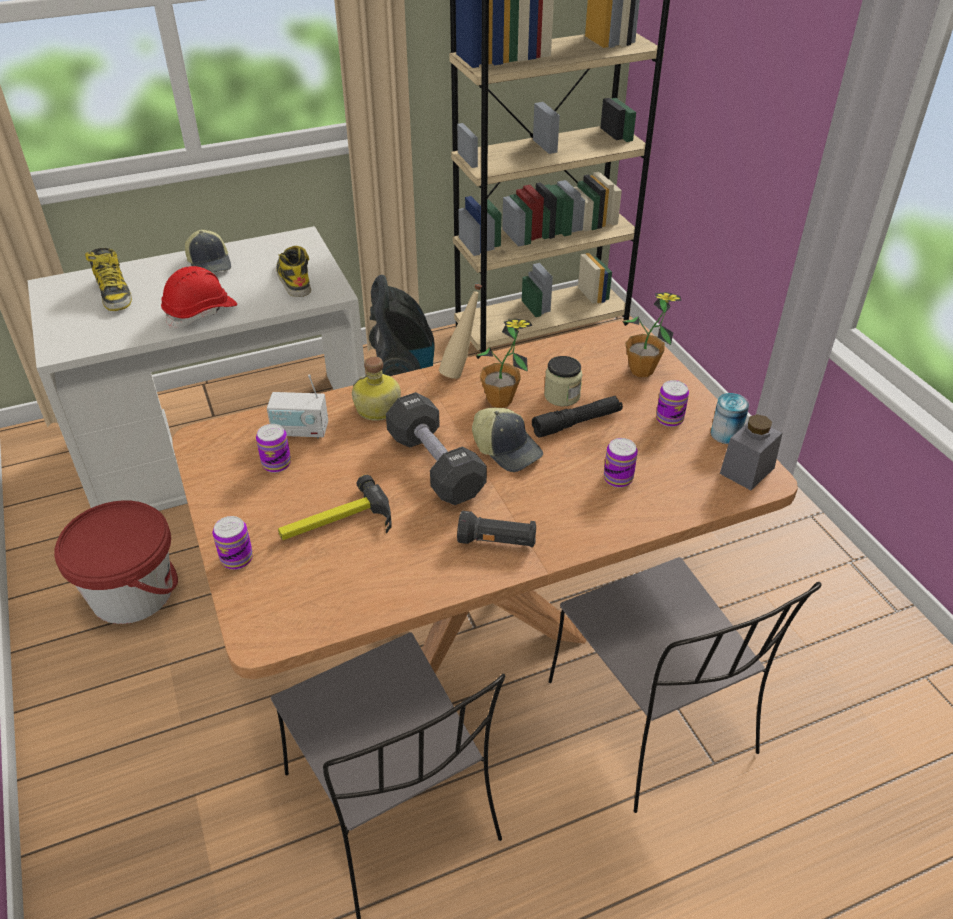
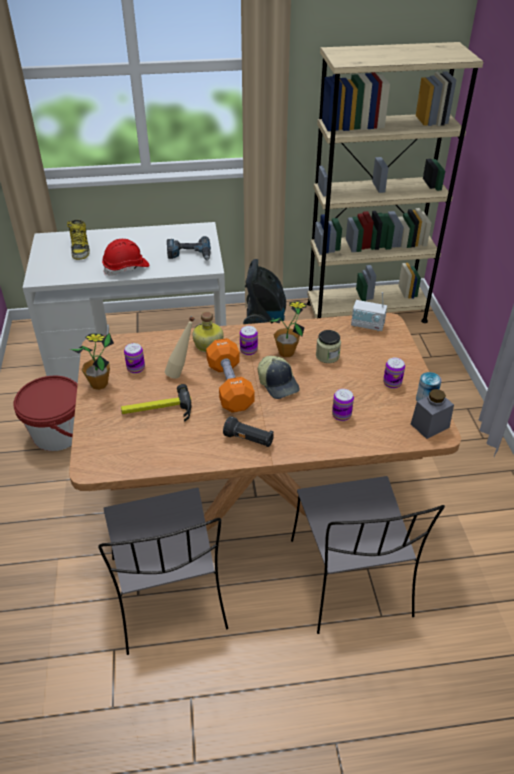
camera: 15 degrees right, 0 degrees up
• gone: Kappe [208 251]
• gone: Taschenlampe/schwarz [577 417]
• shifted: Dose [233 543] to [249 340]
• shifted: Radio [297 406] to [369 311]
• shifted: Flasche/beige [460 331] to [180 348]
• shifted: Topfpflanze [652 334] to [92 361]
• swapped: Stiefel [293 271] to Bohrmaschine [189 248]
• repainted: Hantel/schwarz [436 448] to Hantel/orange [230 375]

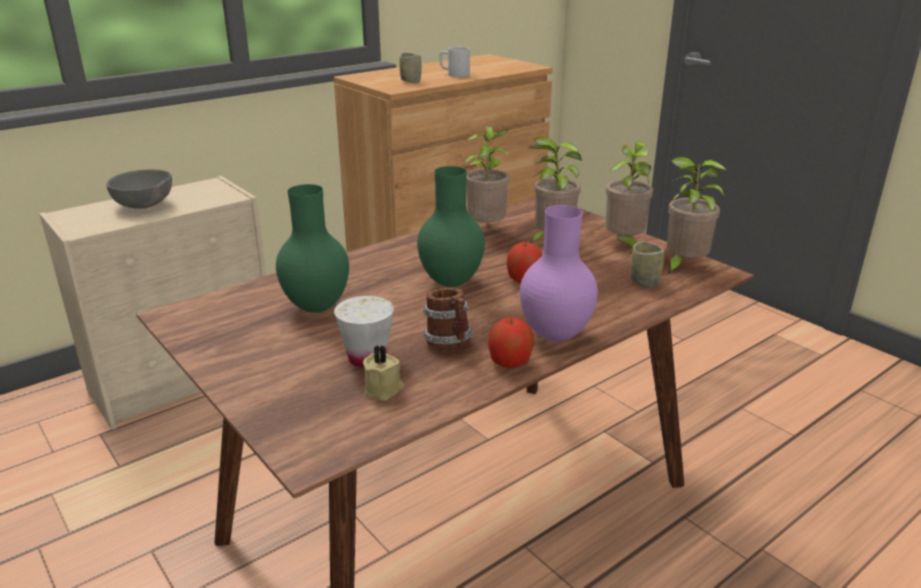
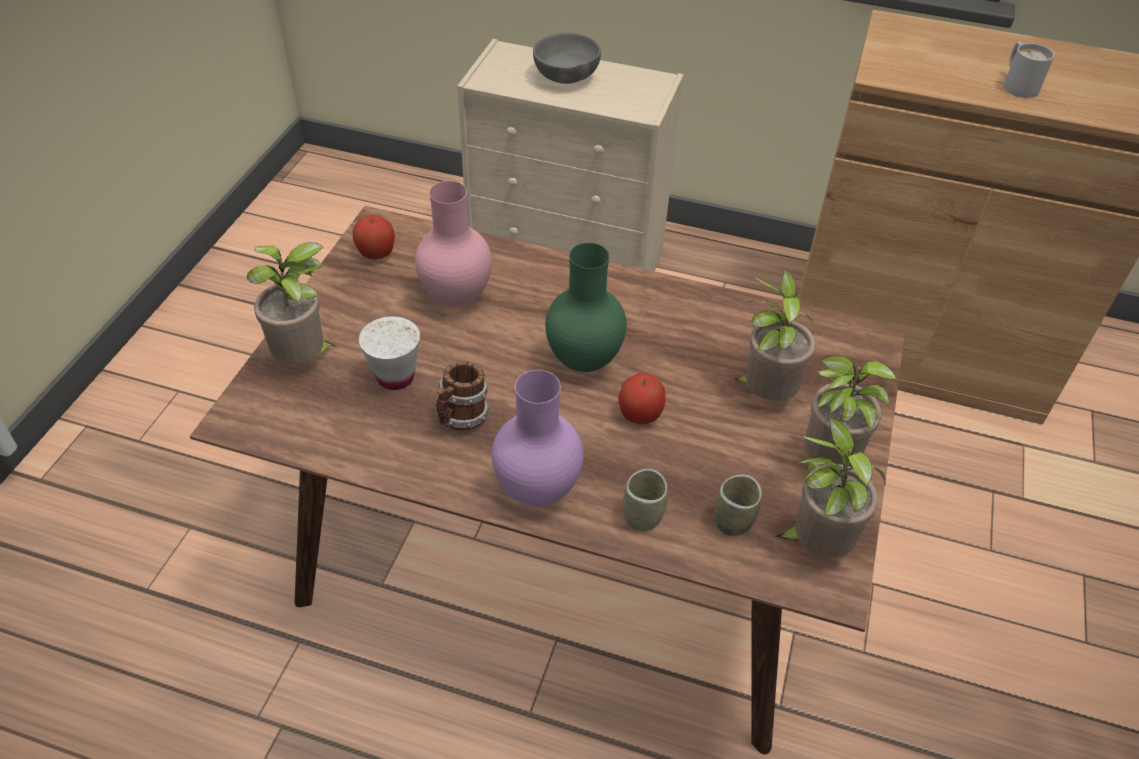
camera: 55 degrees right, 20 degrees up
• gone: Kerze/beige [383 373]
• shifted: Tasse [411 68] to [645 500]
• shifted: Topfpflanze [487 174] to [293 302]
• shifted: Apfel [511 343] to [374 237]
• repainted: Vase/grün [312 248] to Vase/rosa [453 244]

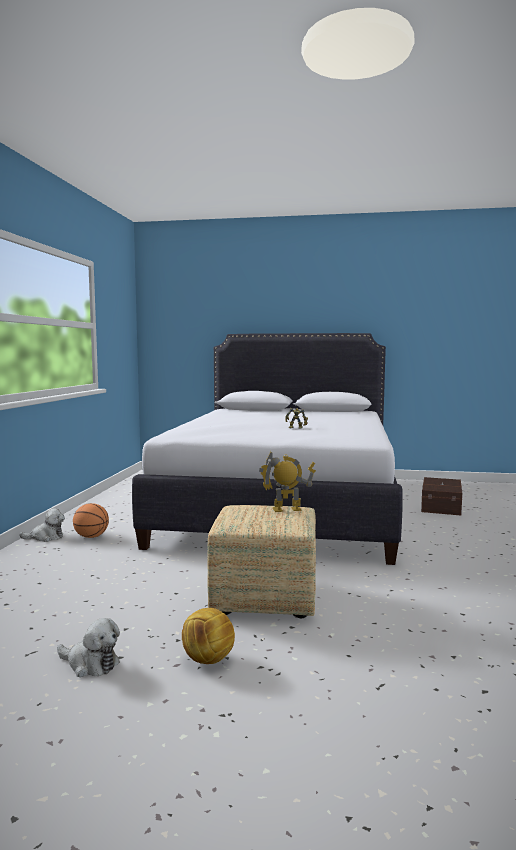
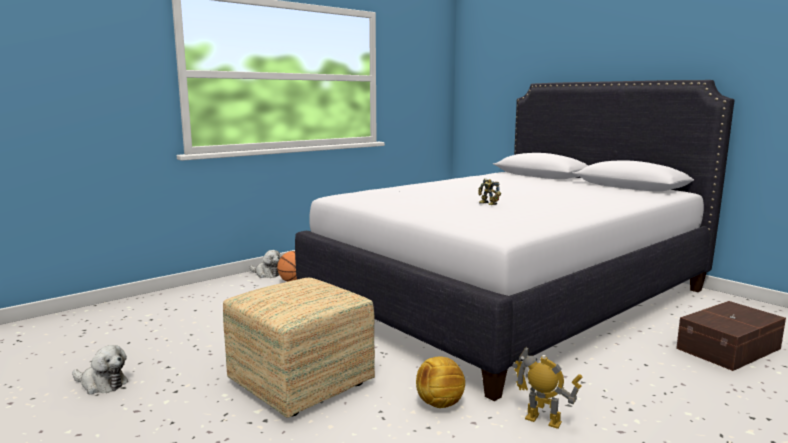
camera: 40 degrees right, 5 degrees up
• shifted: Fußball [208 636] to [440 382]
• shifted: Spielzeugroboter [287 481] to [547 387]
• rotated: Plüschtier [88 647] = [100 369] 45 degrees counterclockwise

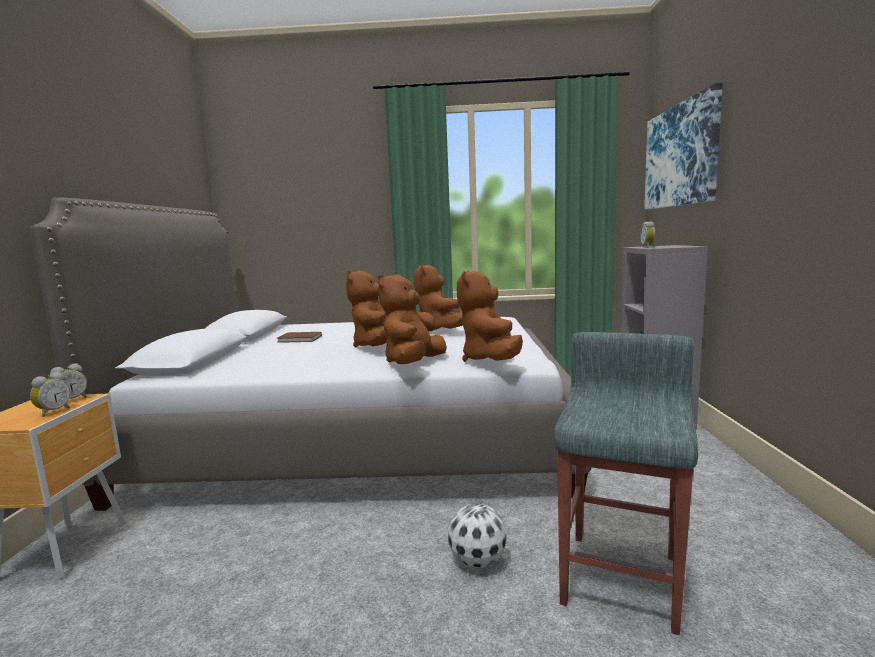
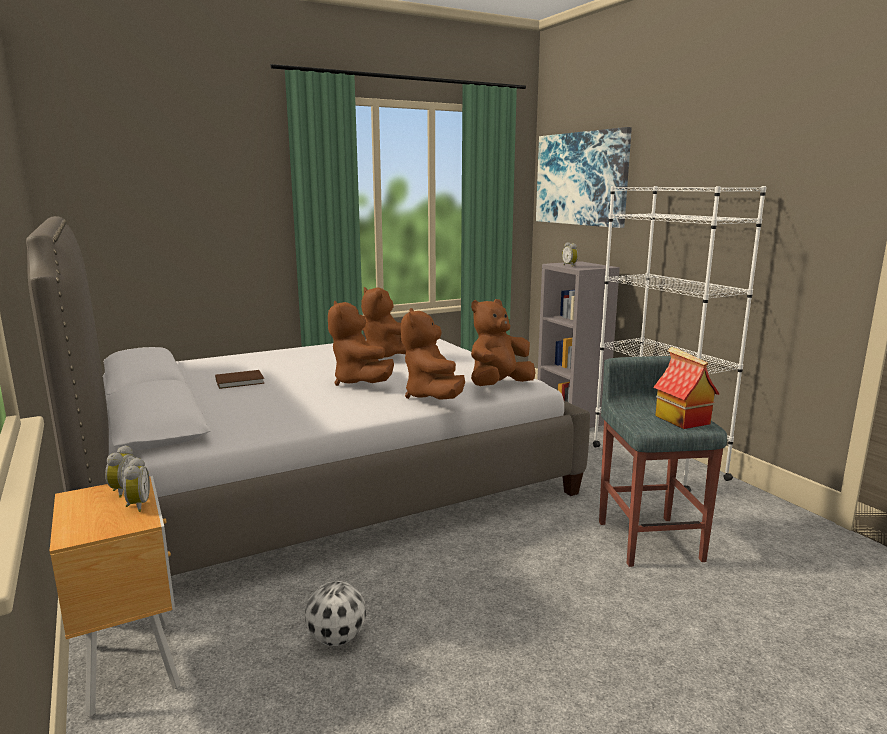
camera: 30 degrees left, 5 degrees up
• new: Bücherregal/weiß [680 339]
• new: Spielzeughaus [686 388]
• shifted: Fußball [477 536] to [335 613]
• rotated: Plüschtier/braun [490 316] = [503 342] 75 degrees clockwise

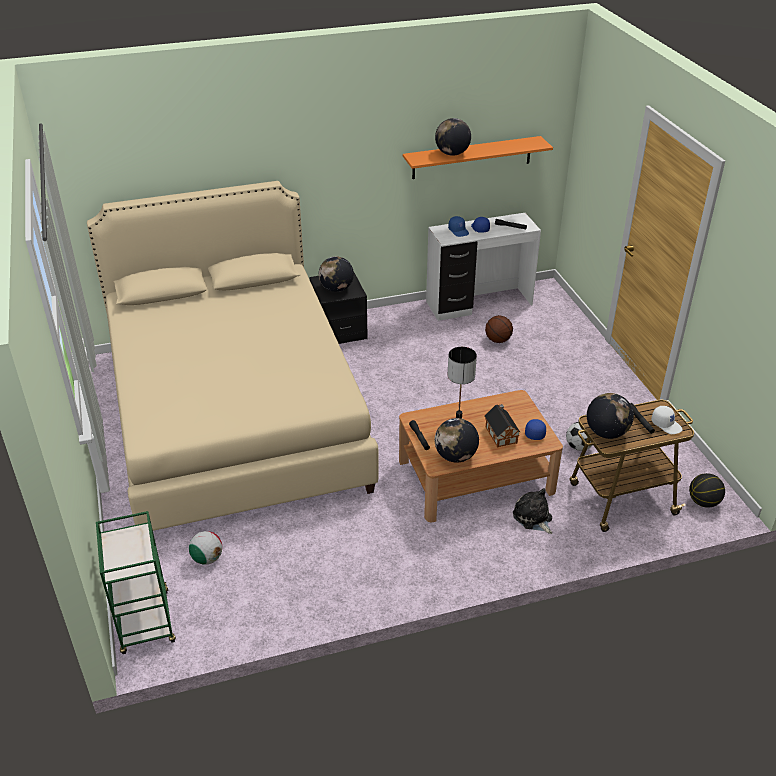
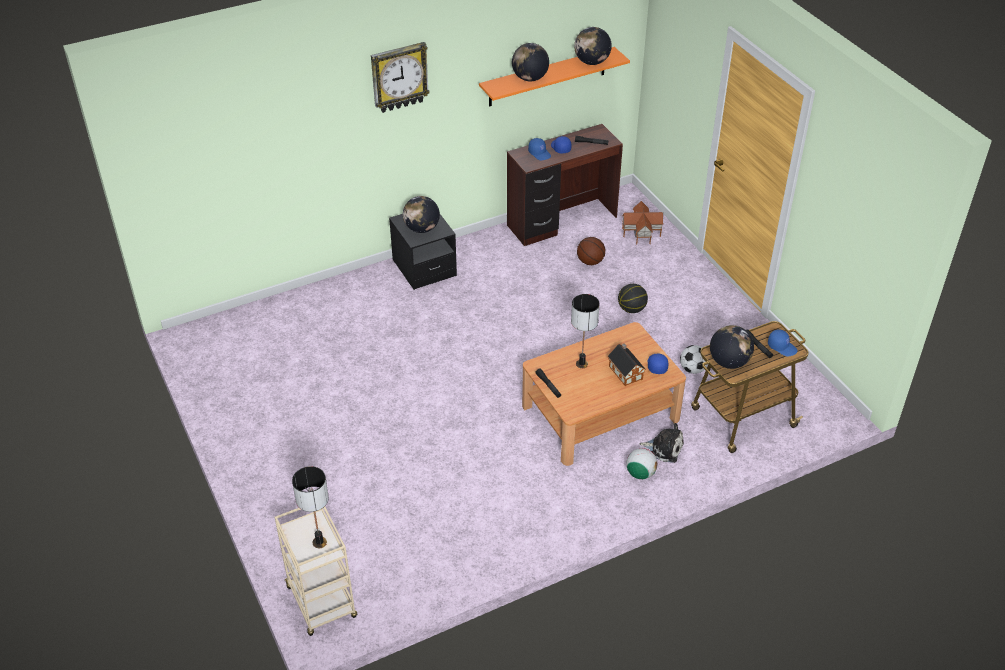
camera: 10 degrees left, 5 degrees up
• gone: Bett/beige [233 356]
• new: Tischlampe [310 507]
• new: Wanduhr [400 77]
• new: Spielzeughaus [643 222]
• shifted: Fußball [205 548] to [641 463]
• shifted: Globus [457 440] to [593 46]
• shifted: Basketball [707 490] to [633 298]
• repainted: Rollwagen/grün [136 582] to Rollwagen/beige [315 571]
• repainted: Schreibtisch/weiß [483 267] to Schreibtisch/braun [565 185]
• repainted: Kappe/weiß [667 420] to Kappe/blau [783 343]
• rotated: Plüschtier [532 511] = [661 443] 150 degrees clockwise

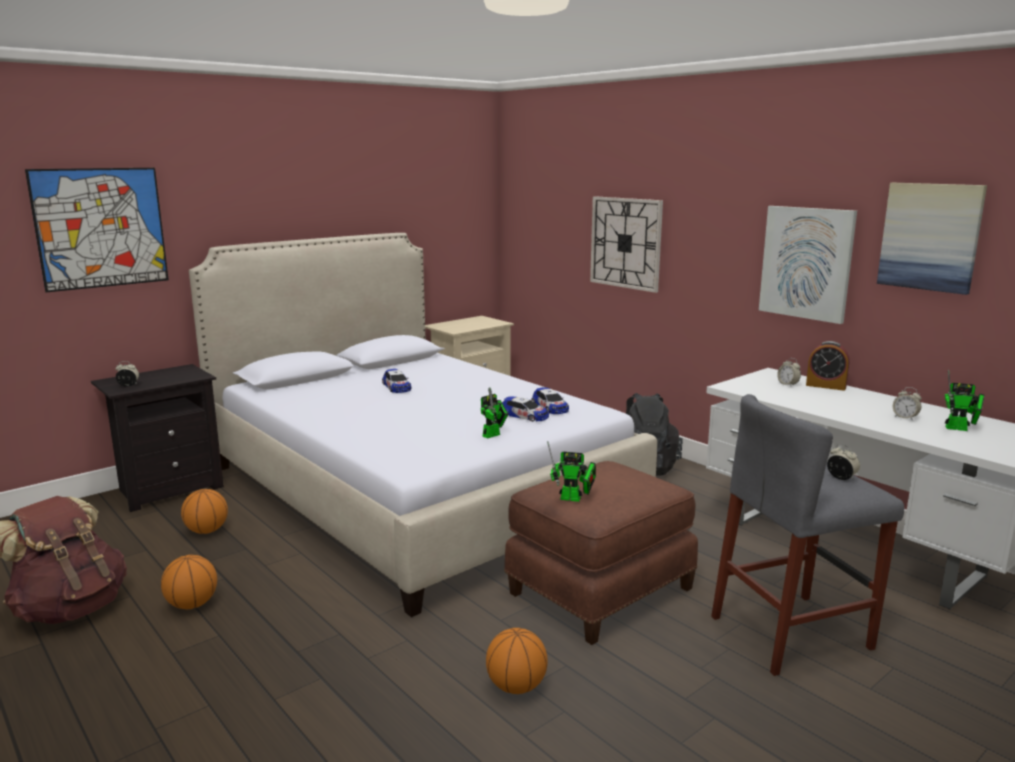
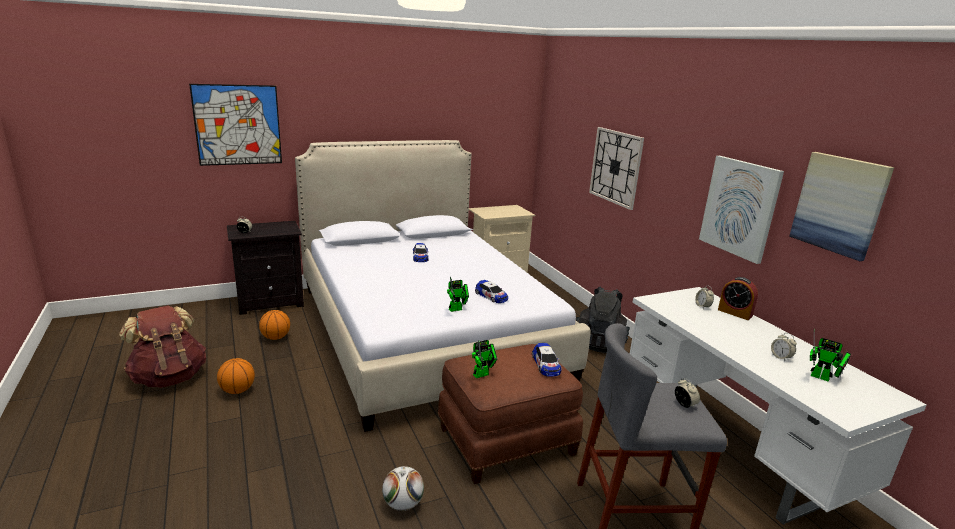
camera: 15 degrees right, 5 degrees up
• shifted: Spielzeugauto [550 400] to [547 359]
• swapped: Basketball [517 661] to Fußball [403 488]
• rotated: Spielzeugroboter [571 471] = [484 359] 60 degrees counterclockwise

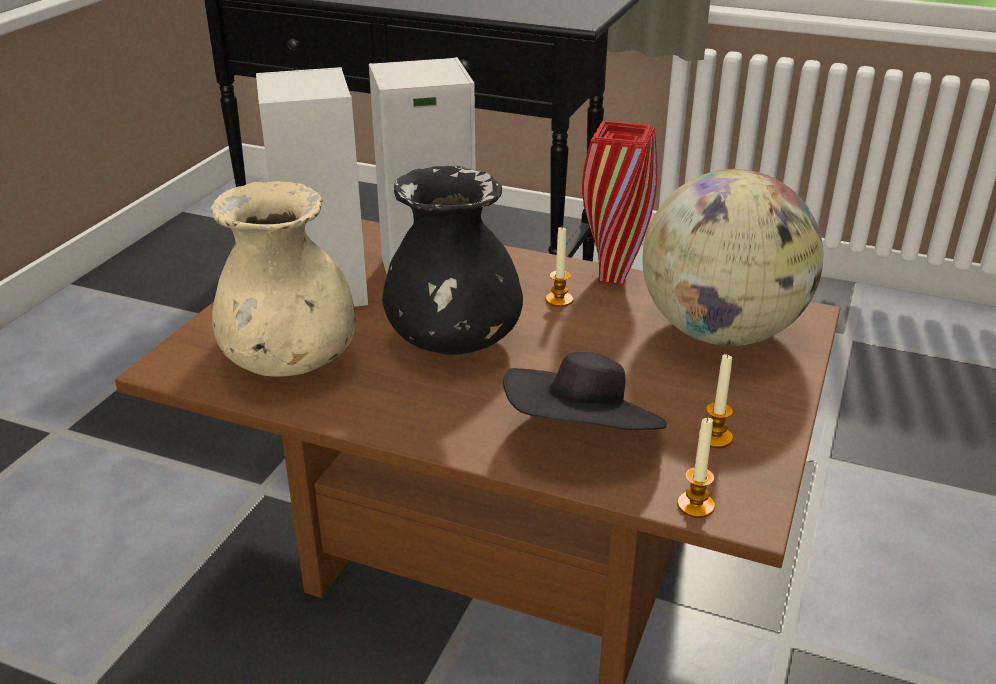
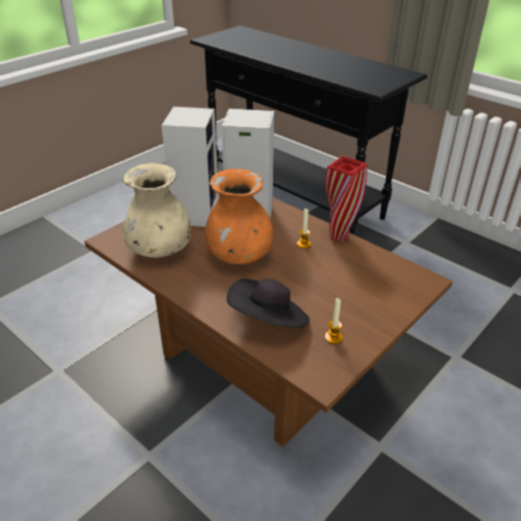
camera: 20 degrees right, 5 degrees up
• gone: Globus [733 257]
• gone: Kerze [696 467]
• repainted: Vase/schwarz [452 260] to Vase/orange [239 216]

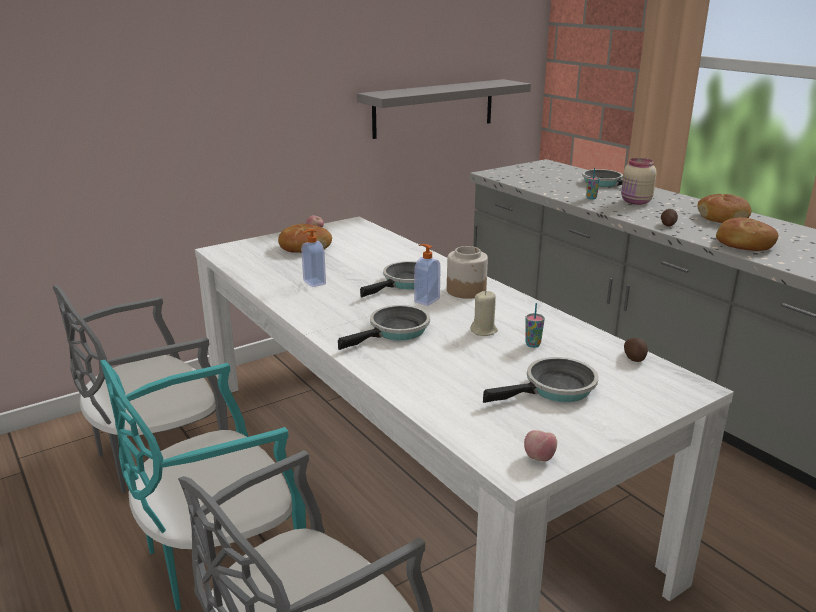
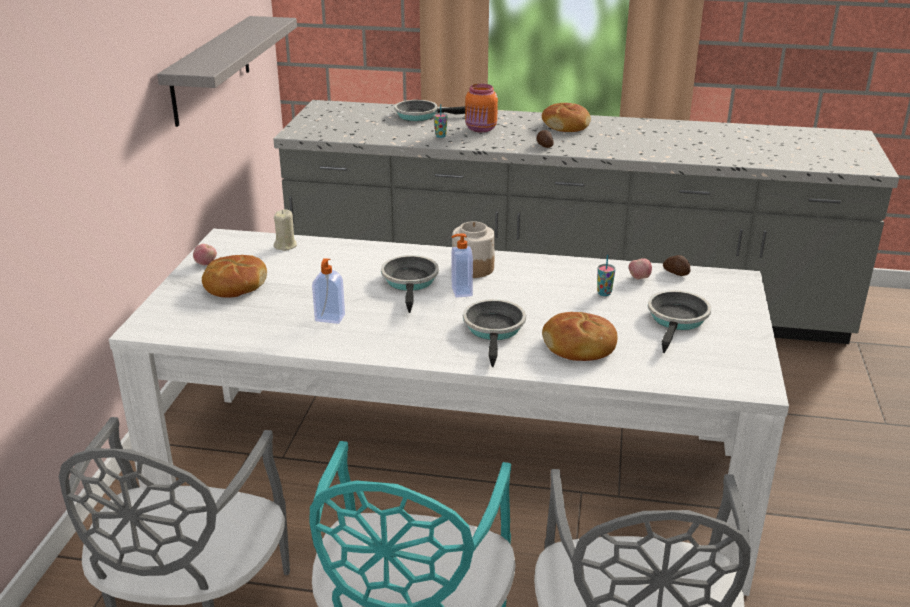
camera: 45 degrees left, 5 degrees up
• shifted: Kerze/beige [484 313] to [285 230]
• shifted: Apfel [540 445] to [640 268]
• shifted: Brot [747 234] to [579 336]
• repainted: Vorratsglas/beige [639 181] to Vorratsglas/orange [481 108]

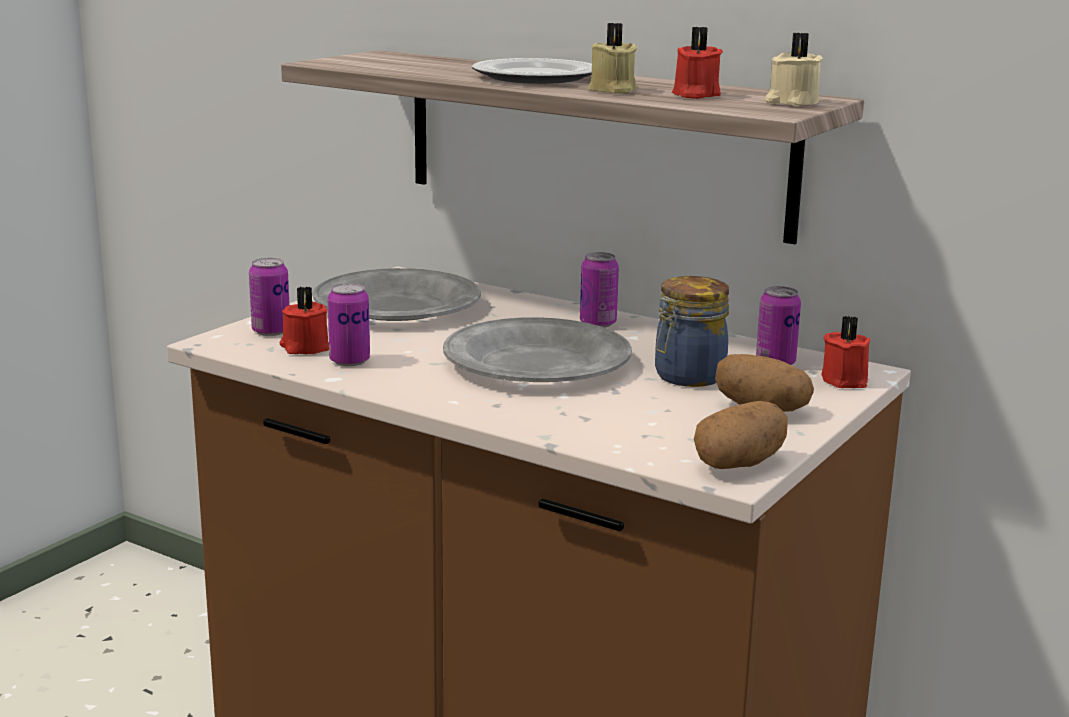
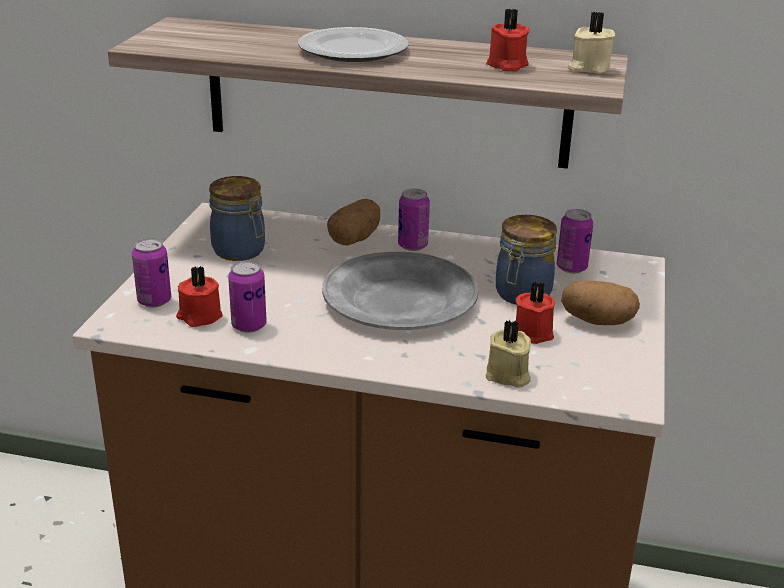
camera: 20 degrees left, 10 degrees up
• shifted: Kerze/beige [613 58] to [508 354]
• shifted: Kartoffel [741 435] to [353 222]
• shifted: Kerze/rot [846 351] to [535 313]
• swapped: Teller/grau [397 294] to Vorratsglas [237 218]

